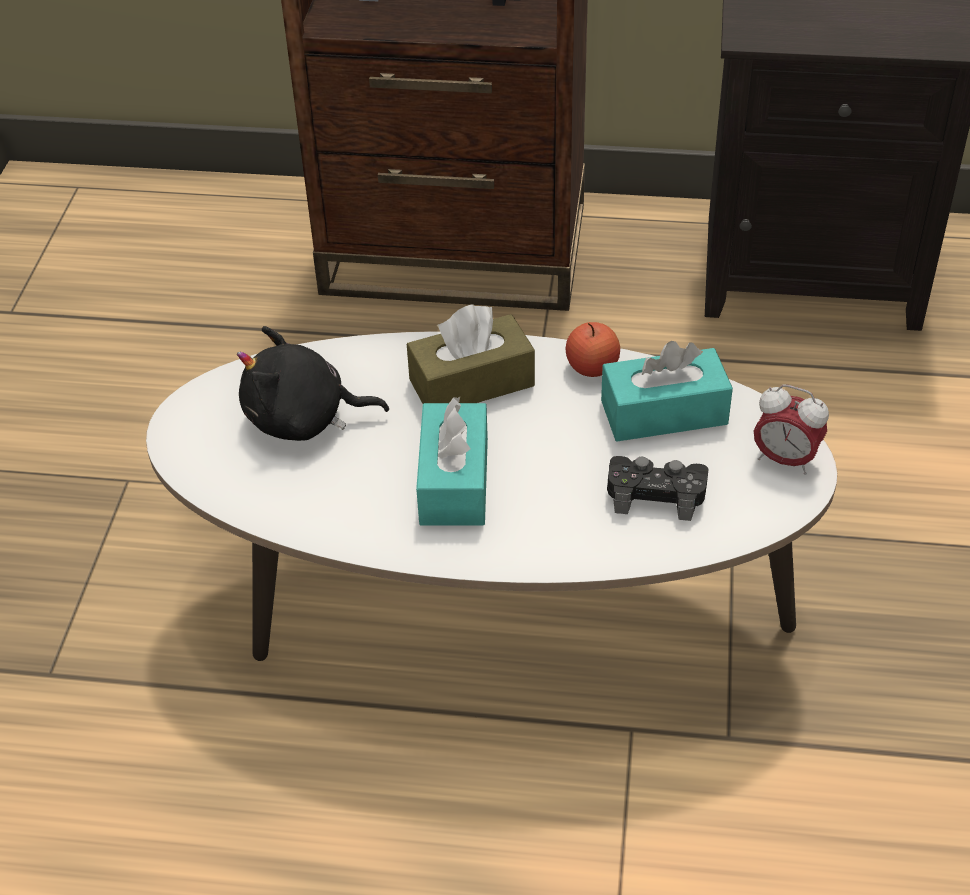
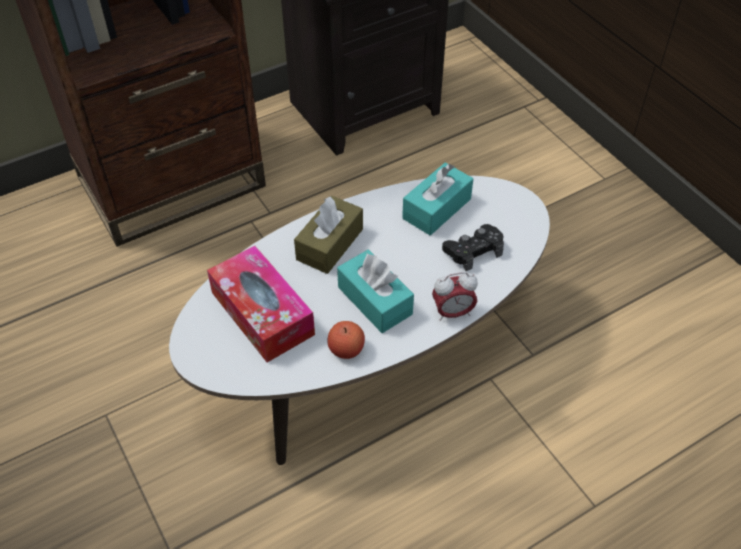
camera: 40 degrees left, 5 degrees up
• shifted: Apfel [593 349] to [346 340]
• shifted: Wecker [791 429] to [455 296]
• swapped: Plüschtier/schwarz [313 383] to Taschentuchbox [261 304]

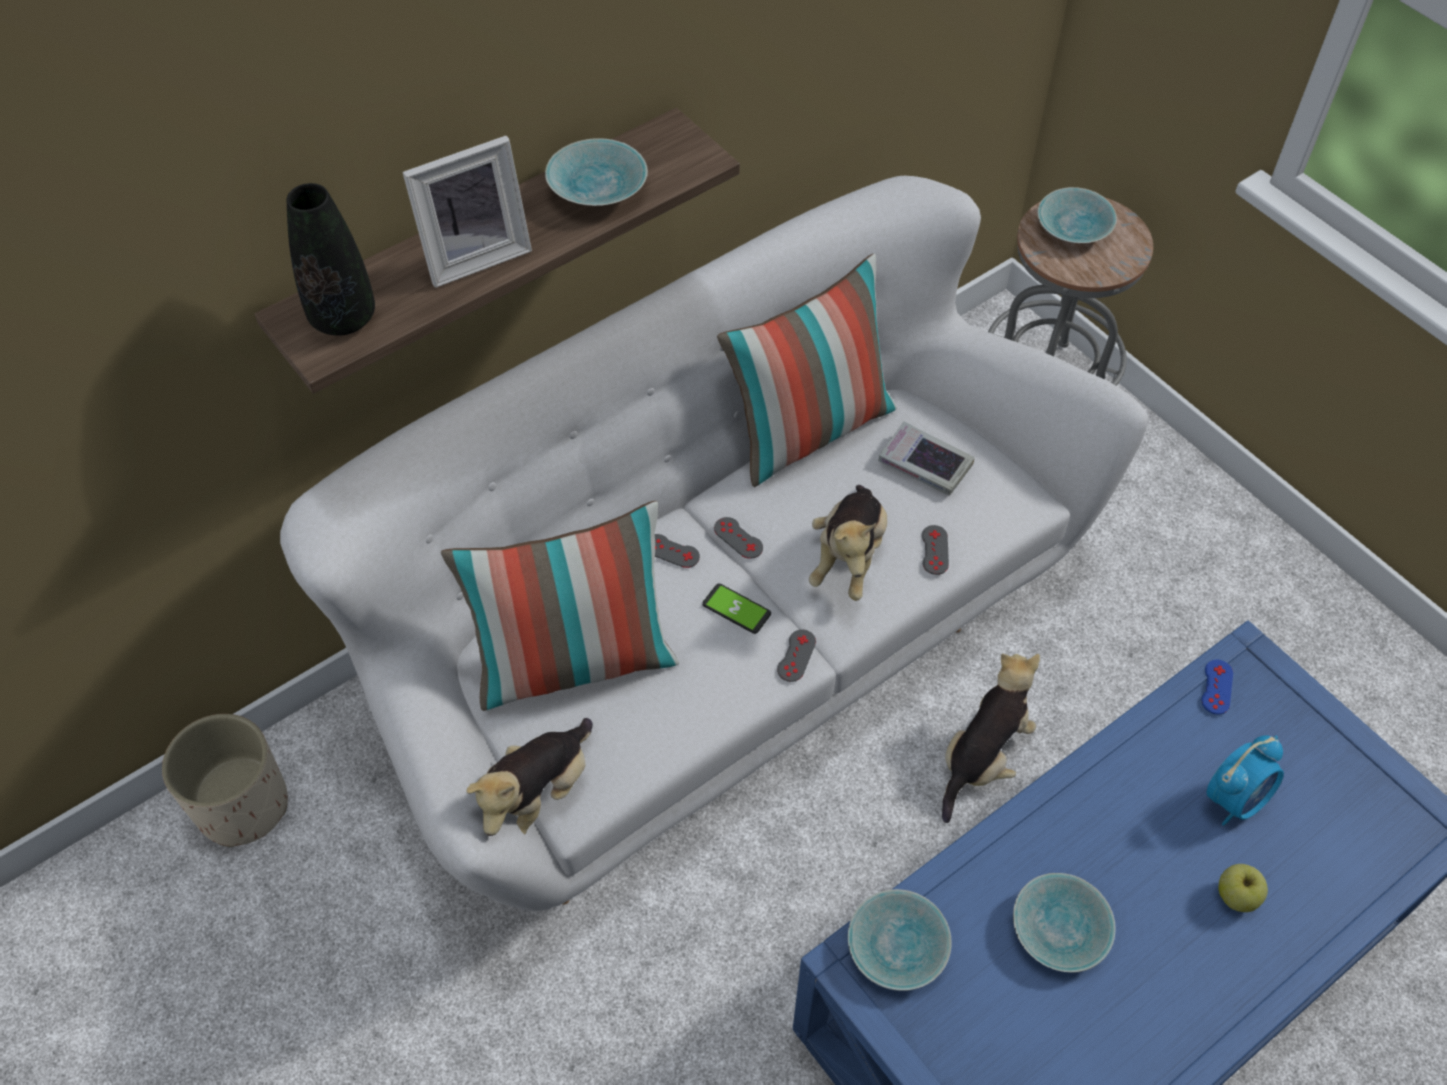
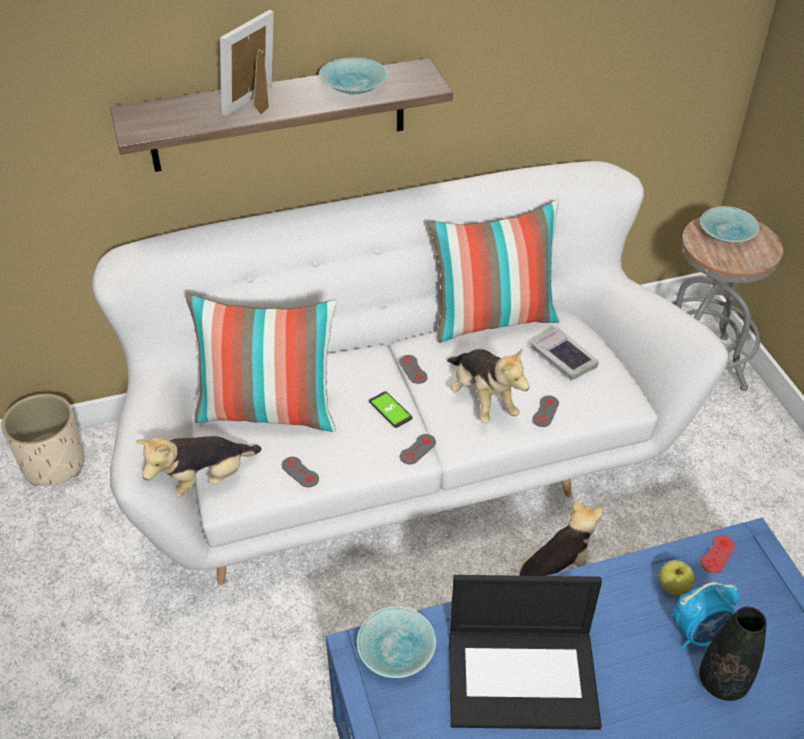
camera: 20 degrees right, 10 degrees down
• shifted: Vase/schwarz [331 259] to [732 653]
• shifted: Gamepad/grau [677 551] to [300 472]
• shifted: Apfel [1243 888] to [676 577]
• swapped: Schüssel/türkis [1064 923] to Laptop [525 652]
• repainted: Gamepad/blau [1217 687] to Gamepad/rot [718 554]
• rotated: Bilderrahmen [467 212] = [247 63] 135 degrees clockwise
• rotated: Plüschtier [848 543] = [488 385] 60 degrees counterclockwise

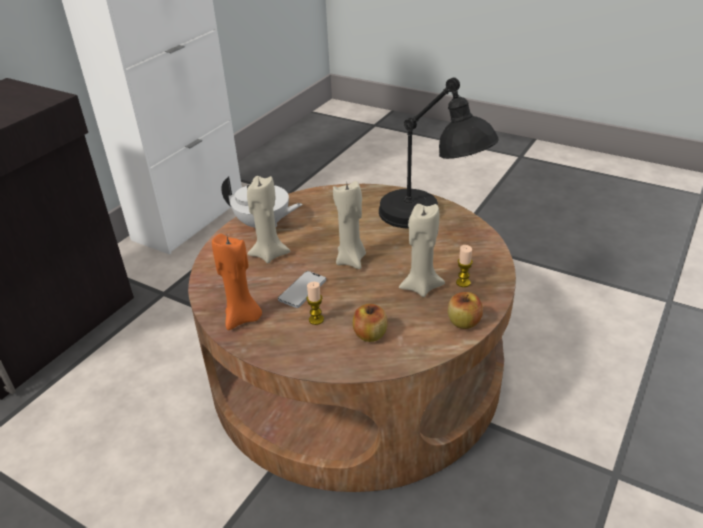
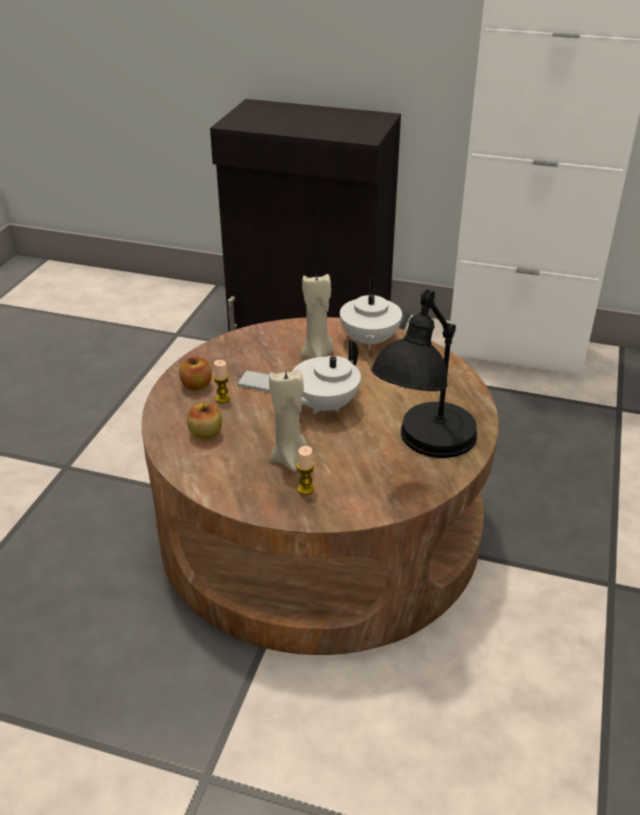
camera: 75 degrees right, 0 degrees up
• gone: Kerze/orange [237 282]
• shifted: Apfel [465 310] to [195 374]
• swapped: Kerze/beige [349 225] to Teekanne/weiß [326 376]

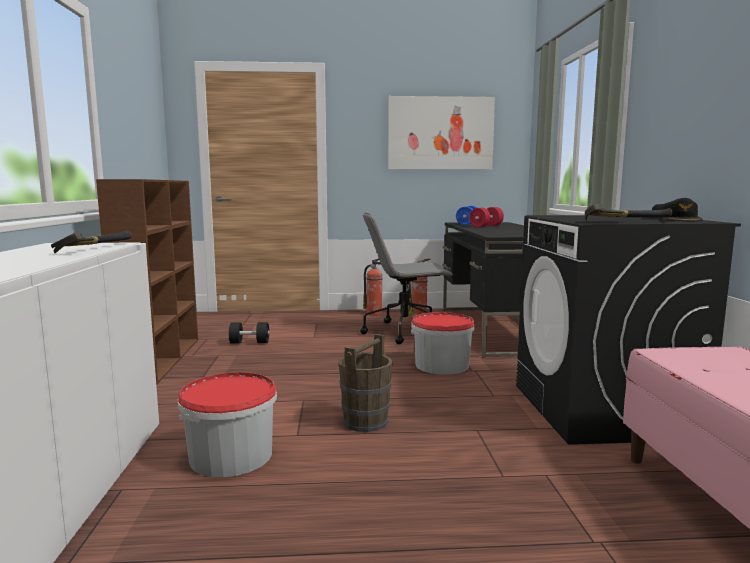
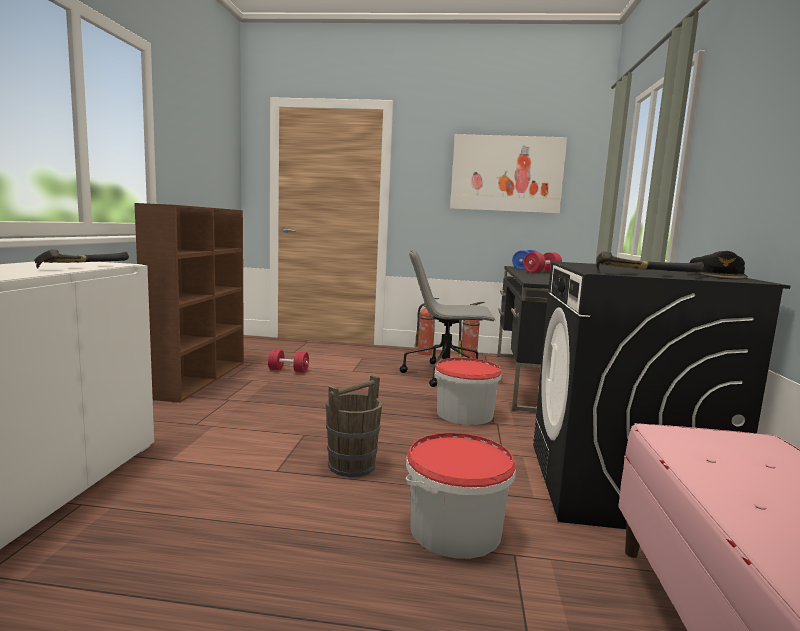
camera: 10 degrees right, 0 degrees up
• shifted: Eimer [227 424] to [461 496]
• repainted: Hantel/schwarz [249 333] to Hantel/rot [288 361]

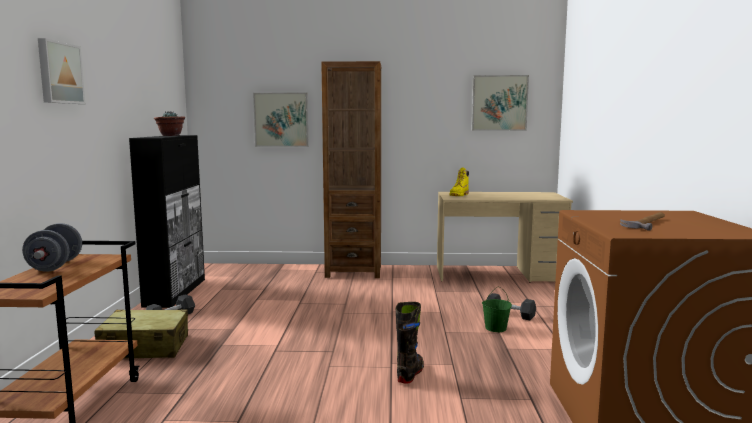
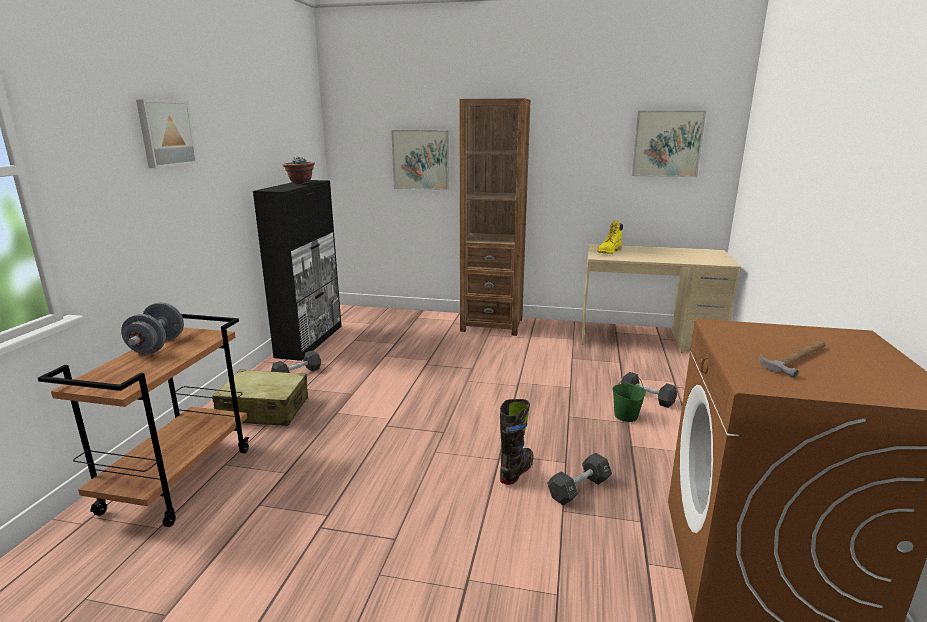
camera: 10 degrees right, 10 degrees up
• new: Hantel/schwarz [579 479]

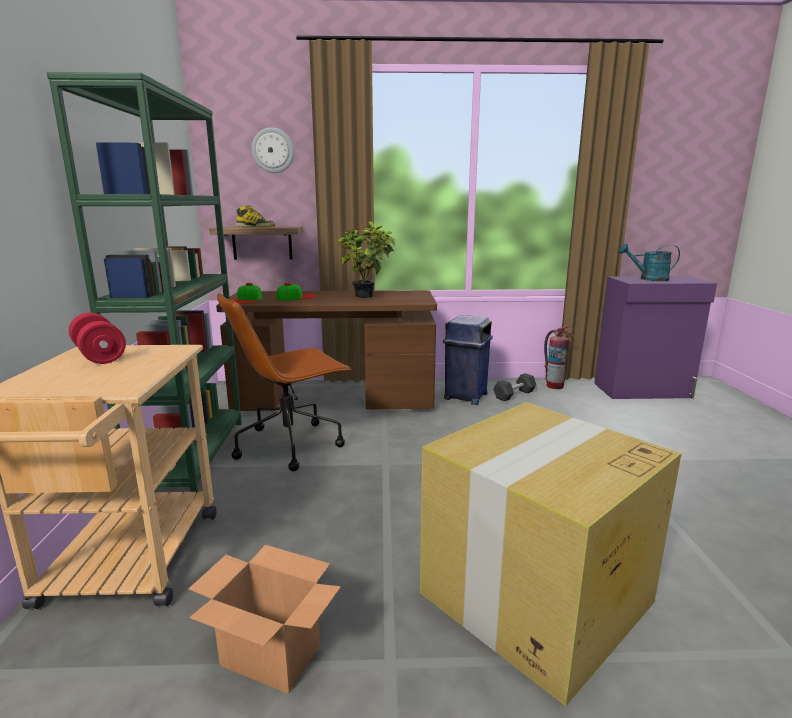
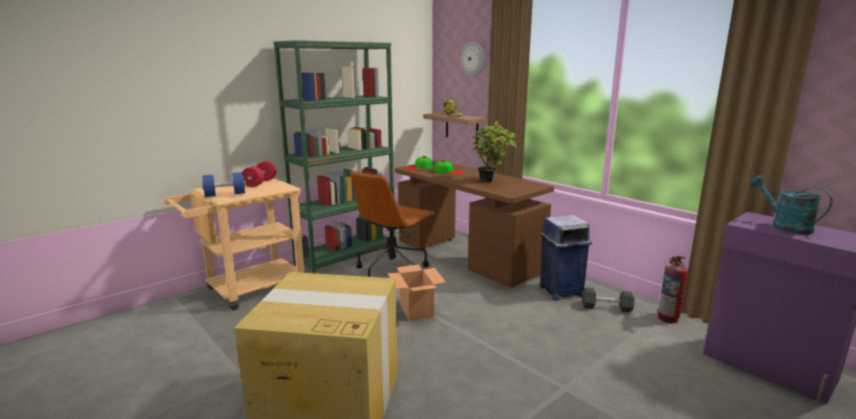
camera: 50 degrees right, 0 degrees up
• new: Hantel/blau [224 184]
• shifted: Karton [264 619] to [417 293]
• rotated: Bürostuhl/braun [284 382] = [392 224] 75 degrees counterclockwise

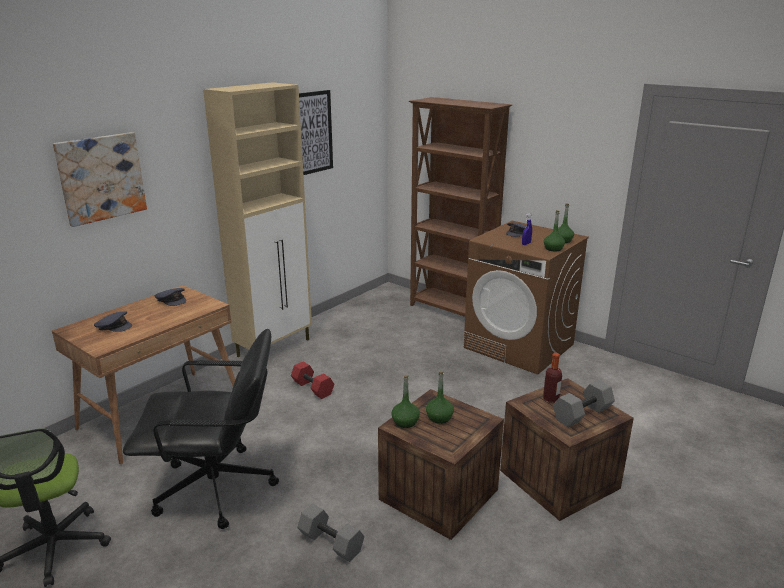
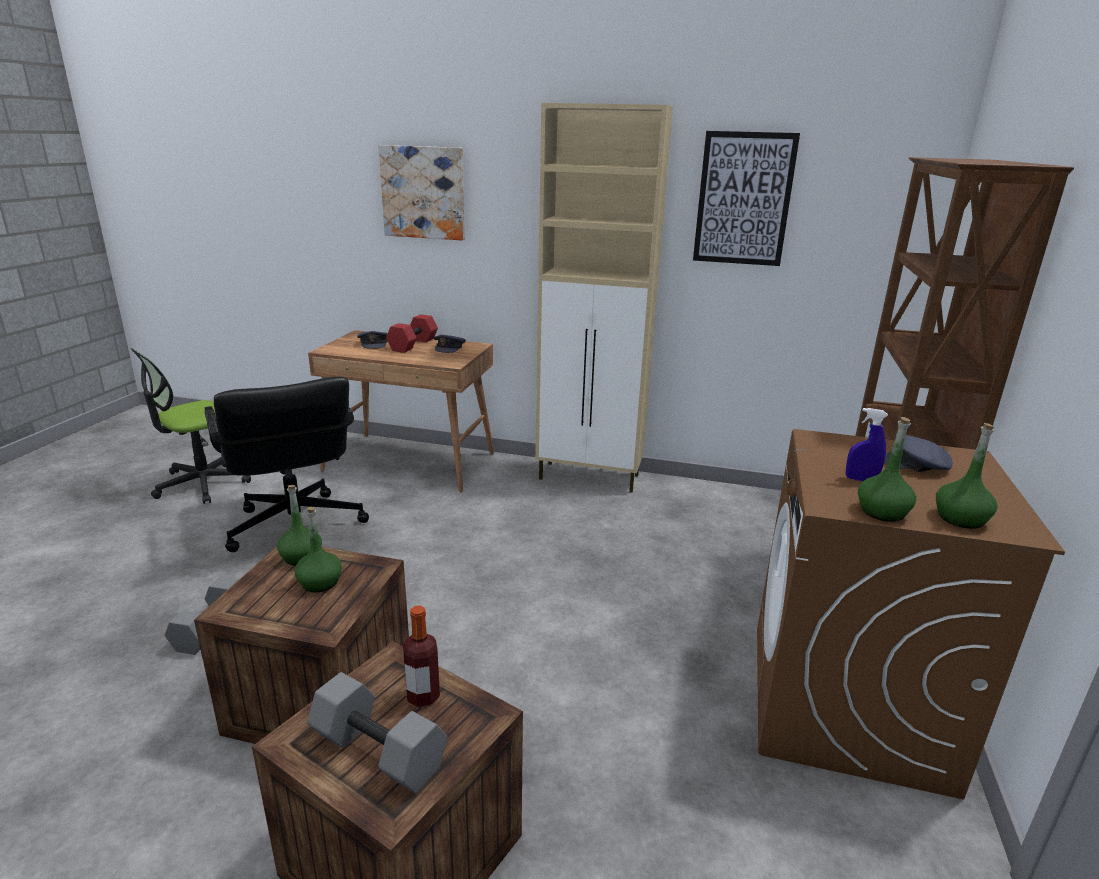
camera: 65 degrees right, 0 degrees up
• shifted: Hantel/rot [312 380] to [412 333]

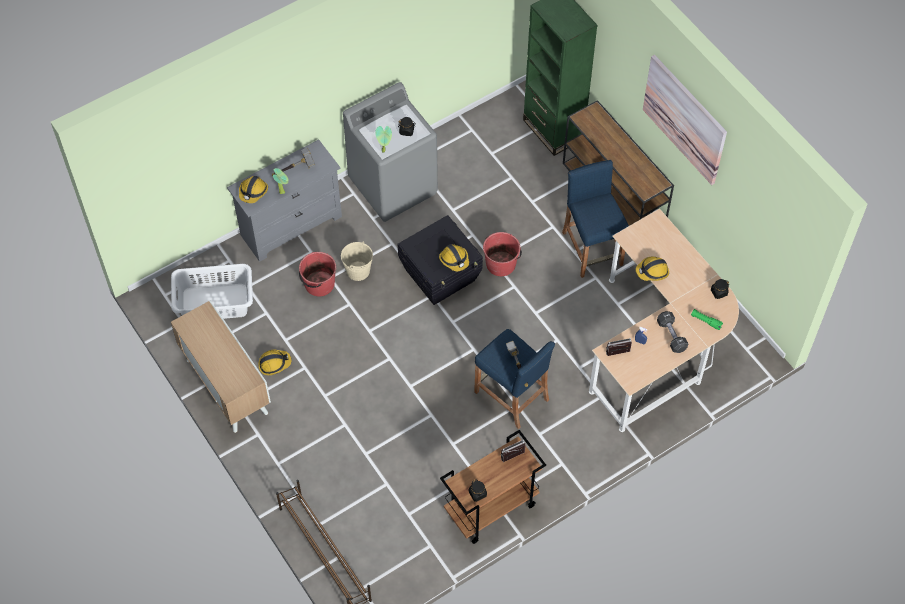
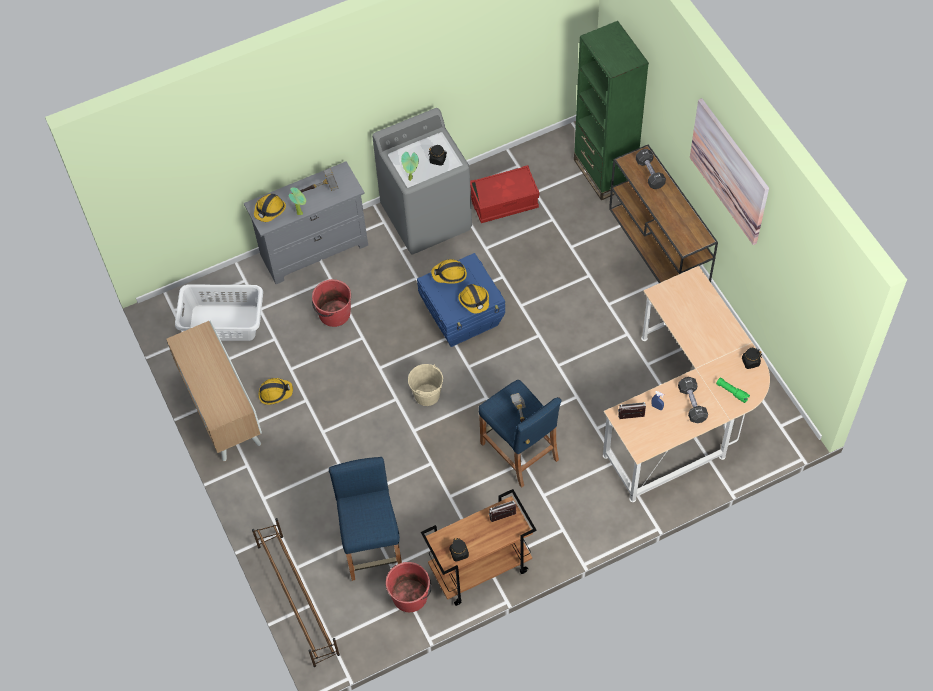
camera: 10 degrees right, 0 degrees up
• new: Aufbewahrungsbox/rot [505 194]
• new: Hantel/schwarz [651 169]
• shifted: Eimer/beige [357 261] to [425 385]
• shifted: Eimer/rot [502 254] to [409 587]
• shifted: Hocker/blau [595 219] to [365 519]
• shifted: Schutzhelm [652 269] to [449 271]
• repainted: Aufbewahrungsbox/schwarz [440 260] to Aufbewahrungsbox/blau [461 300]

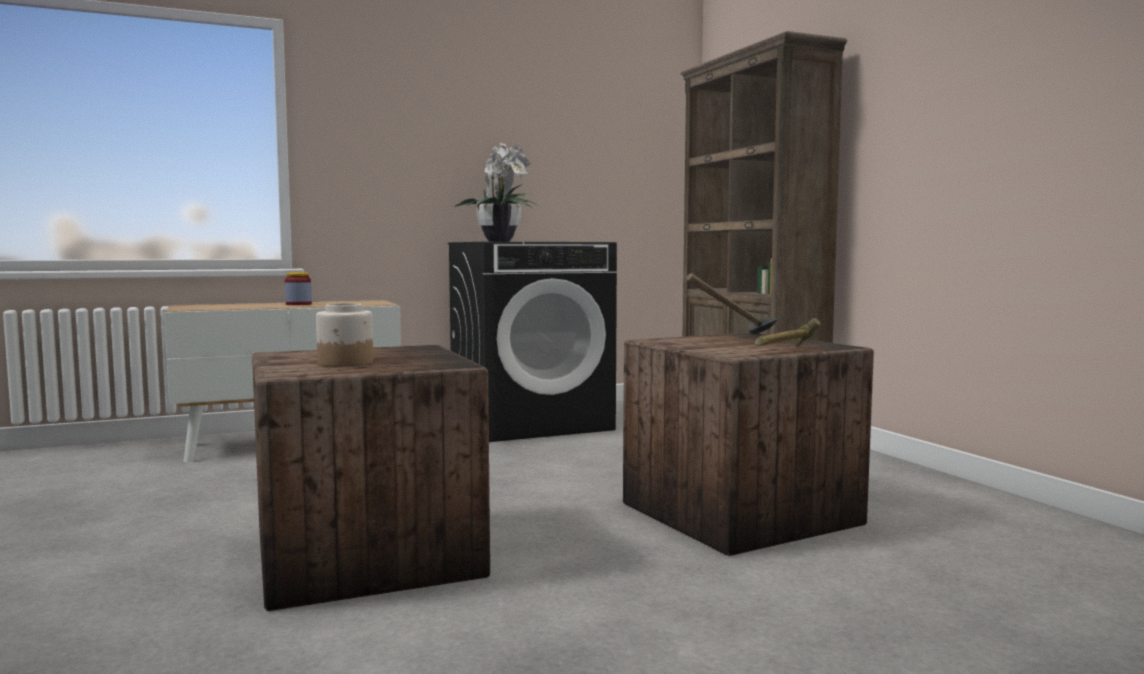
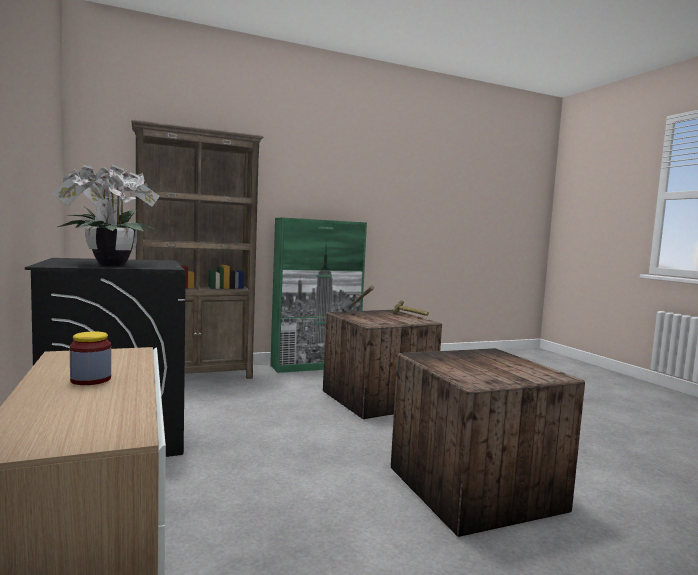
camera: 90 degrees left, 0 degrees up
• gone: Vorratsglas [344 335]
• new: Schrank/grün [318 295]

